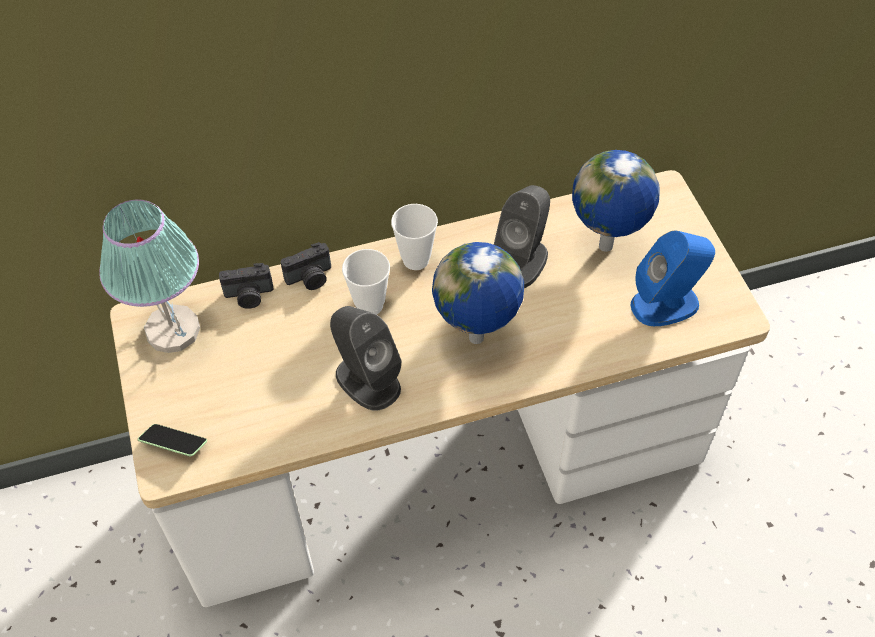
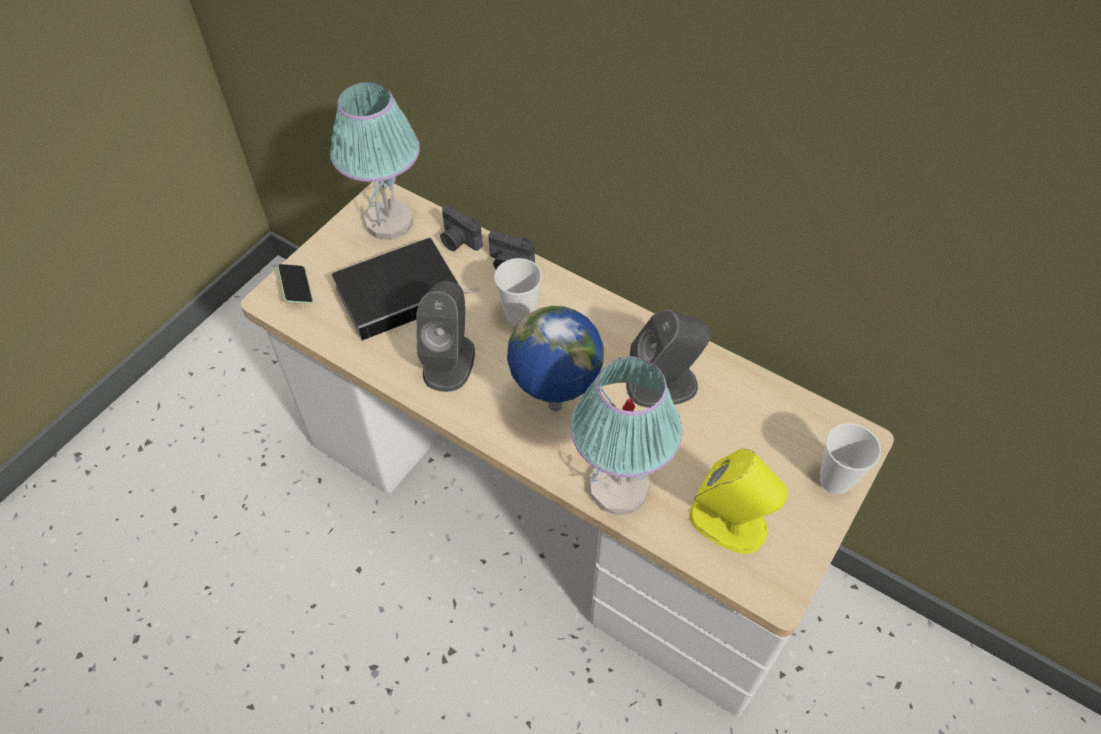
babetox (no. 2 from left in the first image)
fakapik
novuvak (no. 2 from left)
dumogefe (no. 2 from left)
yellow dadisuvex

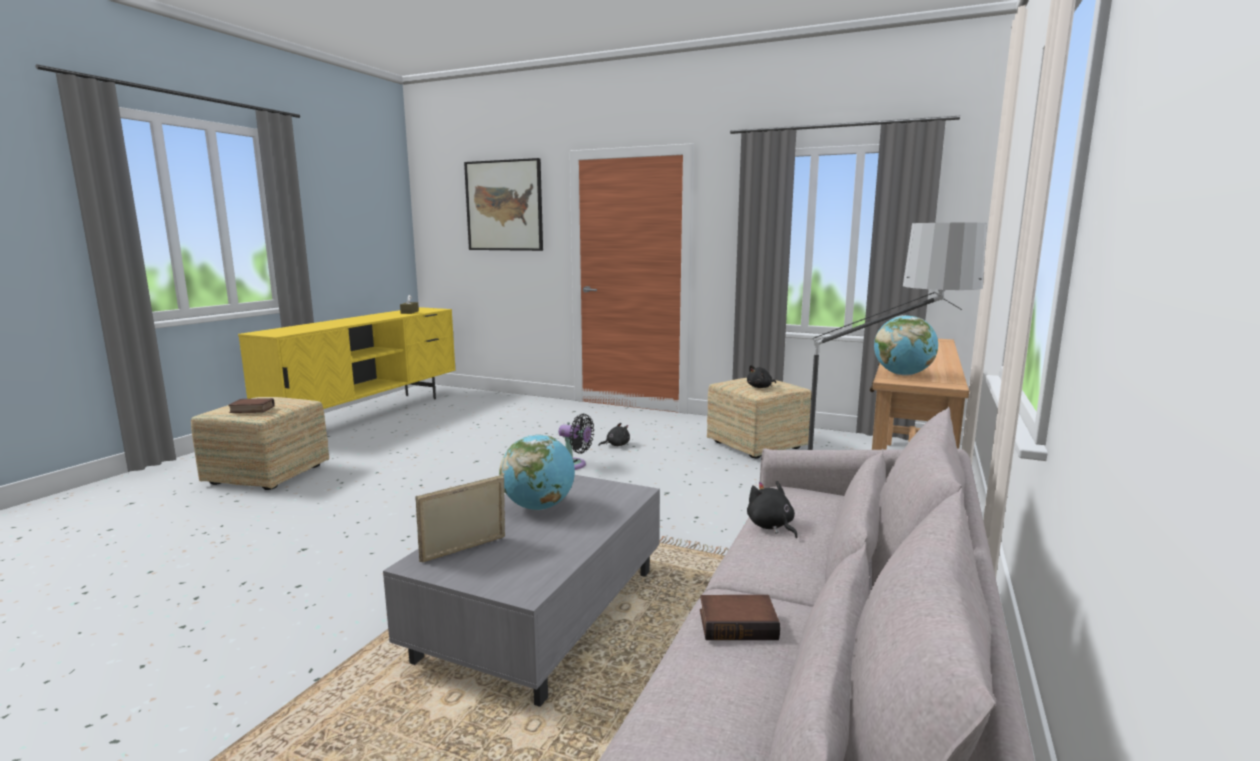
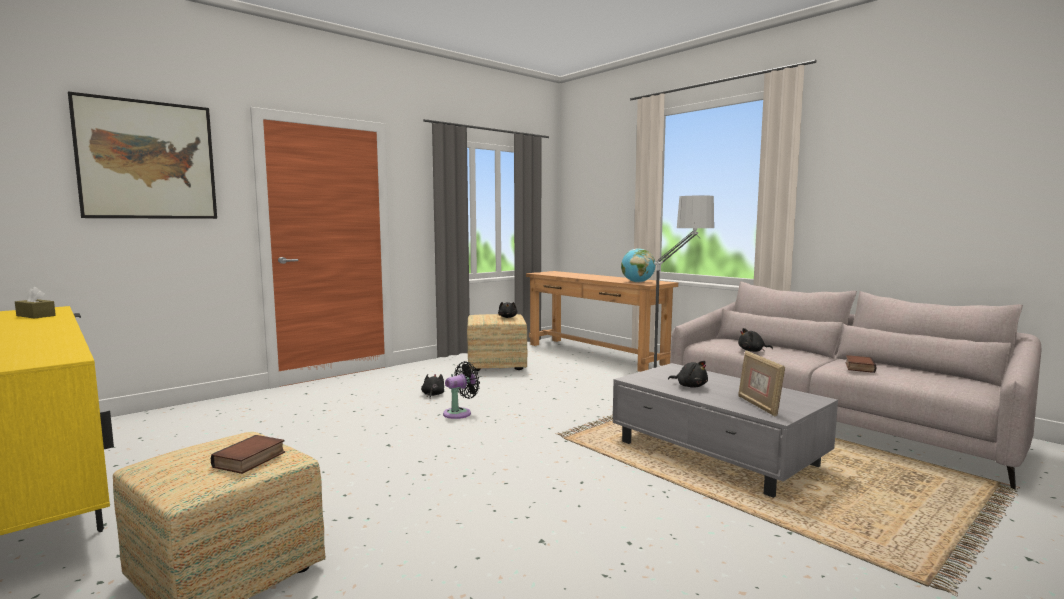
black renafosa (no. 3 from left)

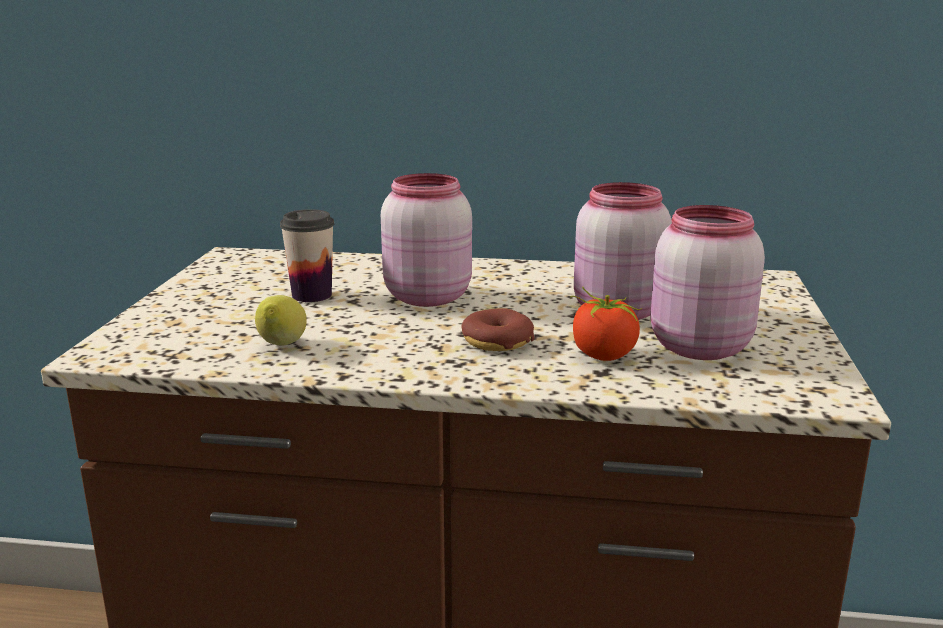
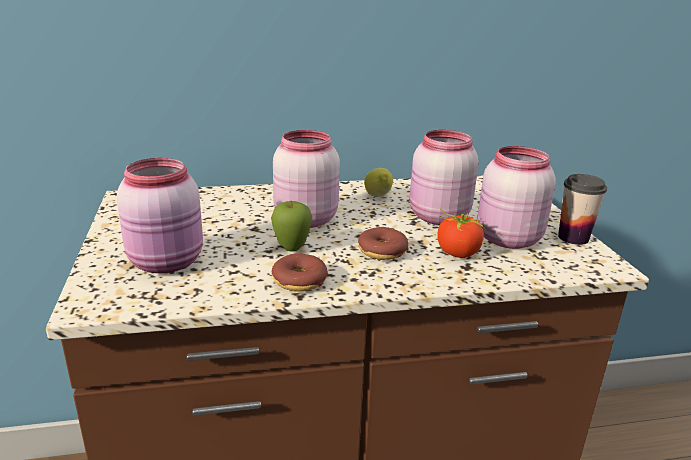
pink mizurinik (no. 1 from left)
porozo
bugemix (no. 1 from left)
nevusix
dumogefe

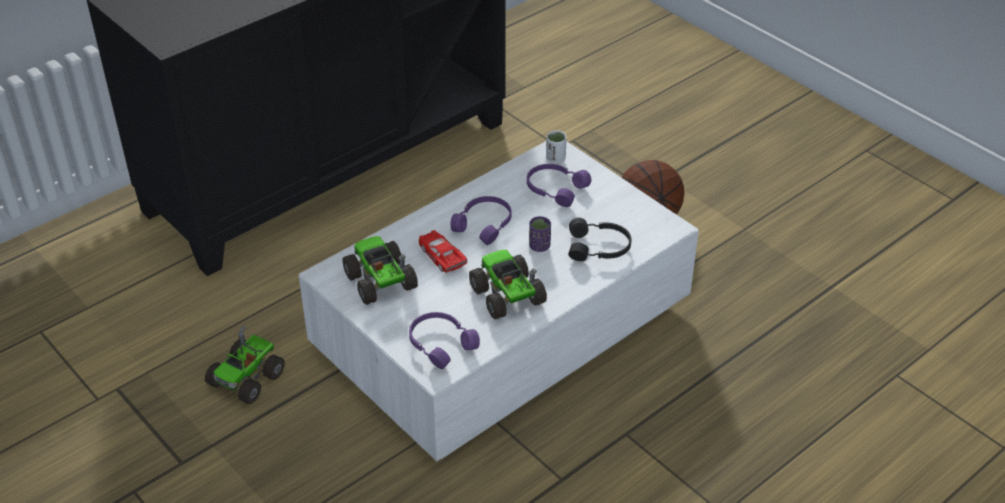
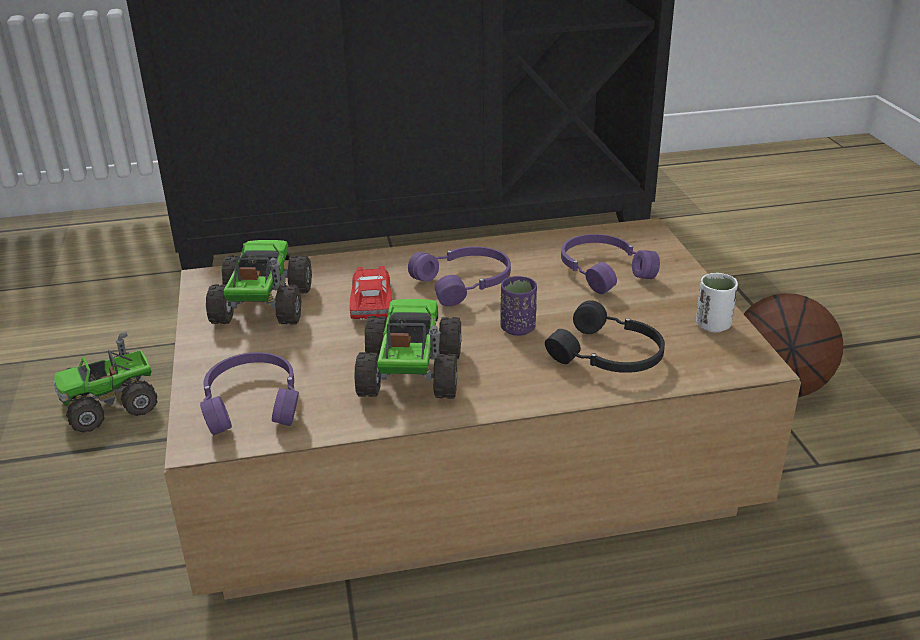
white dumogefe
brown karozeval

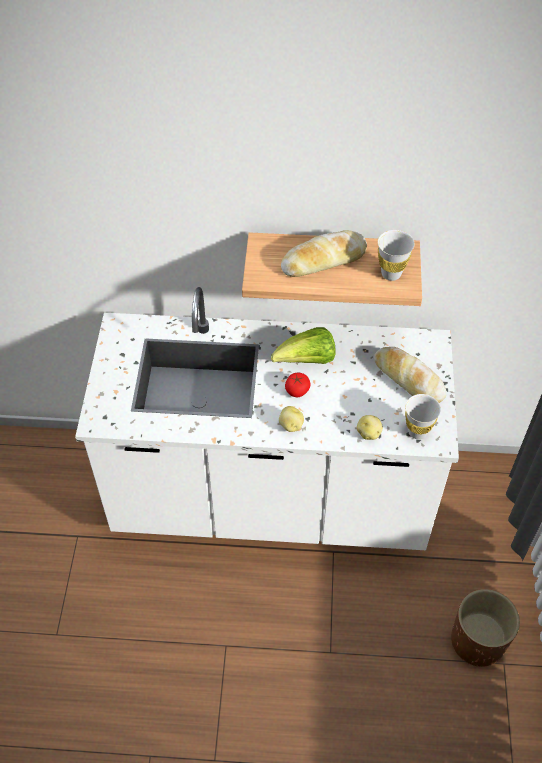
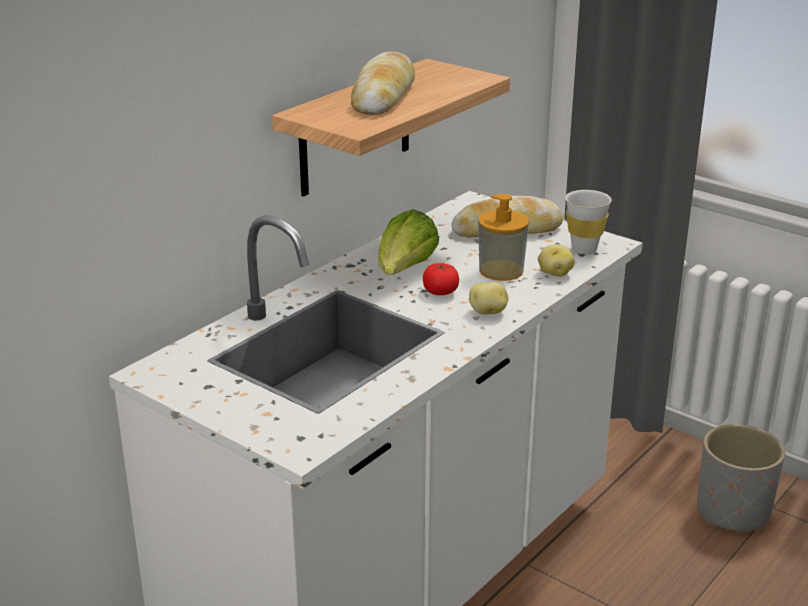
white dumogefe (no. 1 from left in the first image)
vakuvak
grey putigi

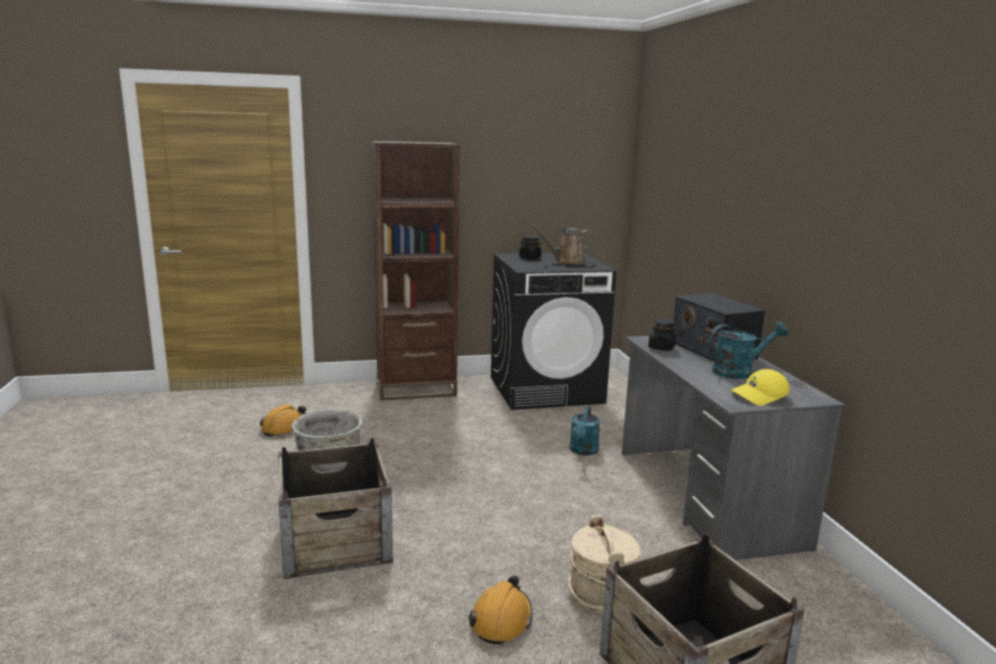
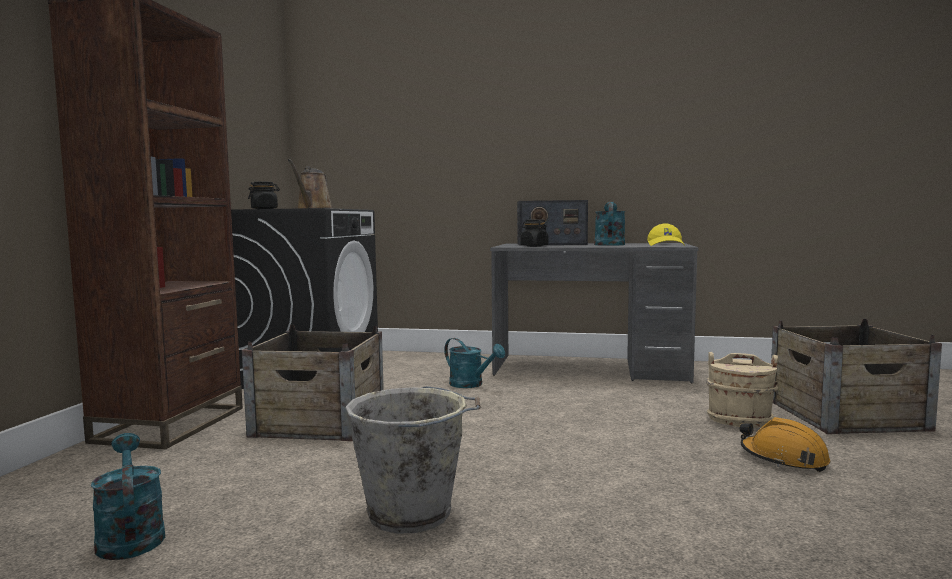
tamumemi (no. 1 from left)
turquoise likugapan (no. 1 from left)

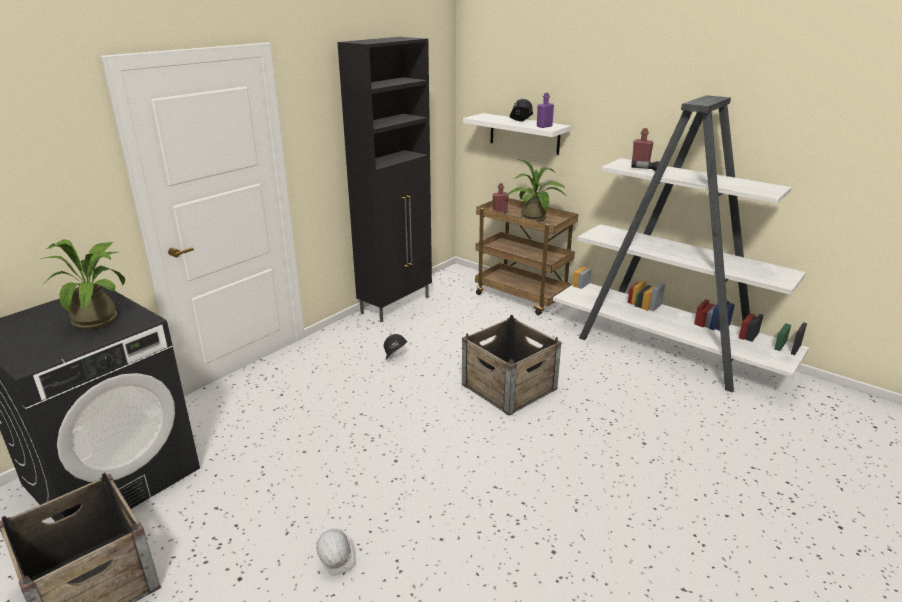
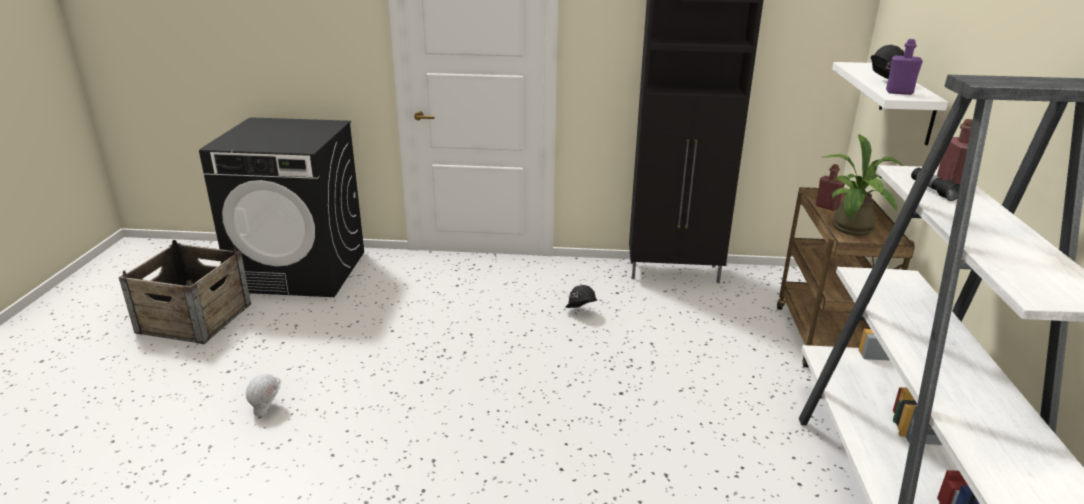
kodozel (no. 1 from left in the first image)
tamumemi (no. 2 from left in the first image)

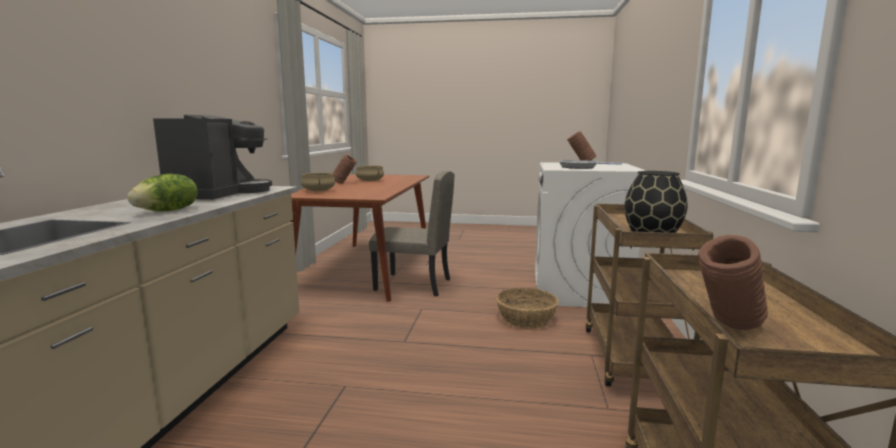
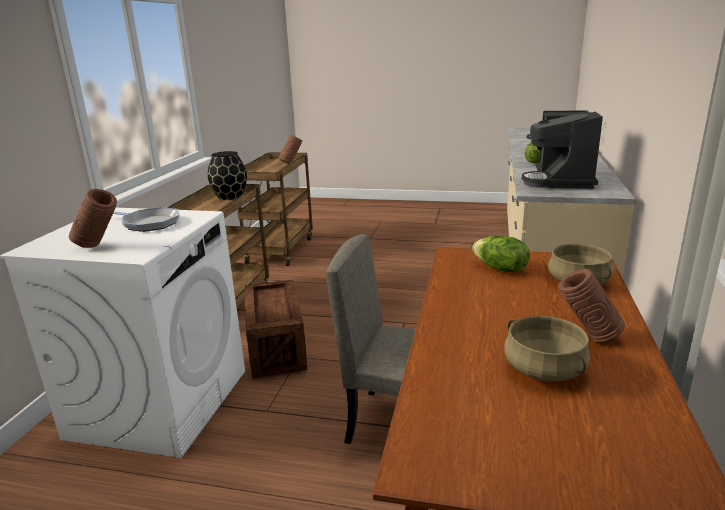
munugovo (no. 1 from left)
tamumemi

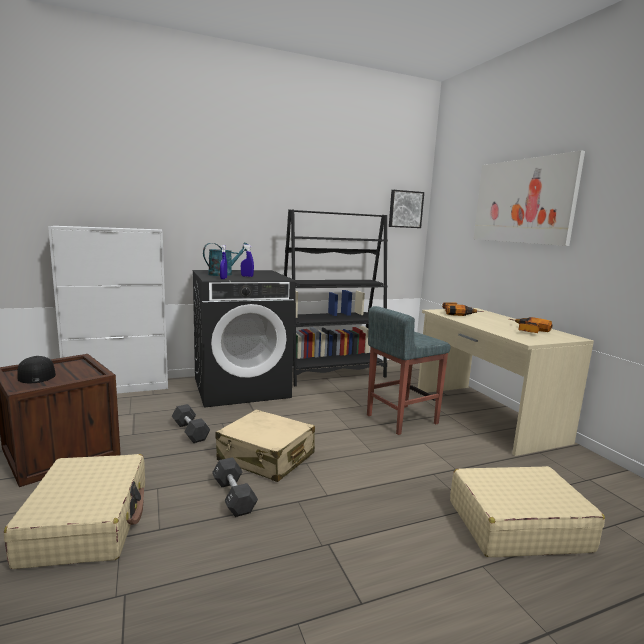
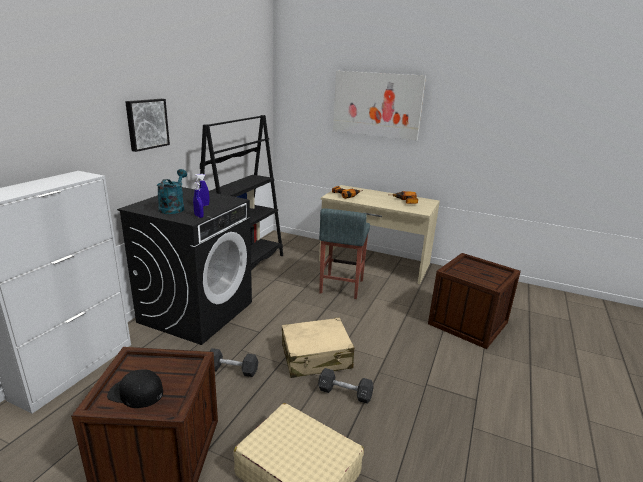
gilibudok (no. 1 from left)
tamumemi (no. 2 from left)

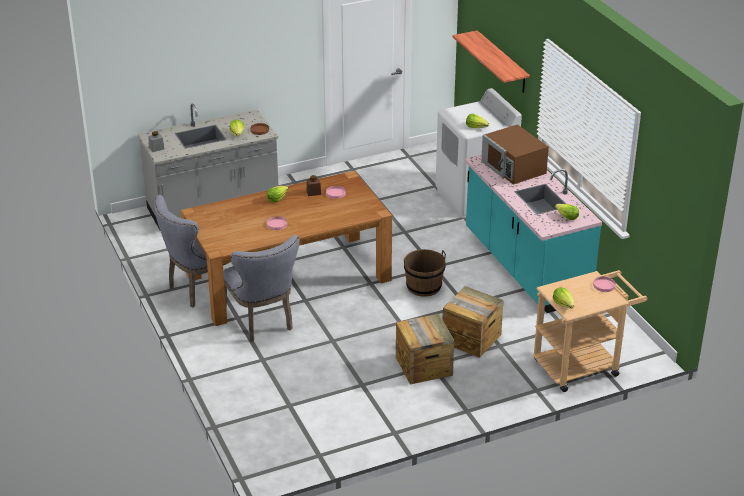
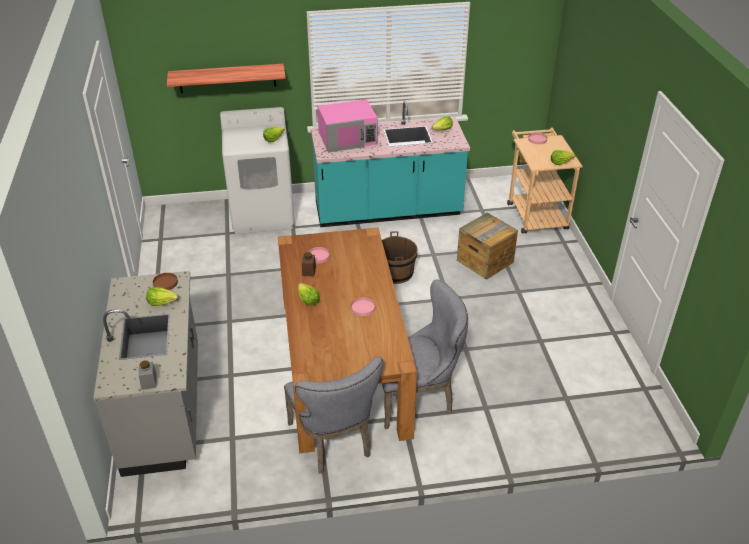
tamumemi (no. 1 from left in the first image)
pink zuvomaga

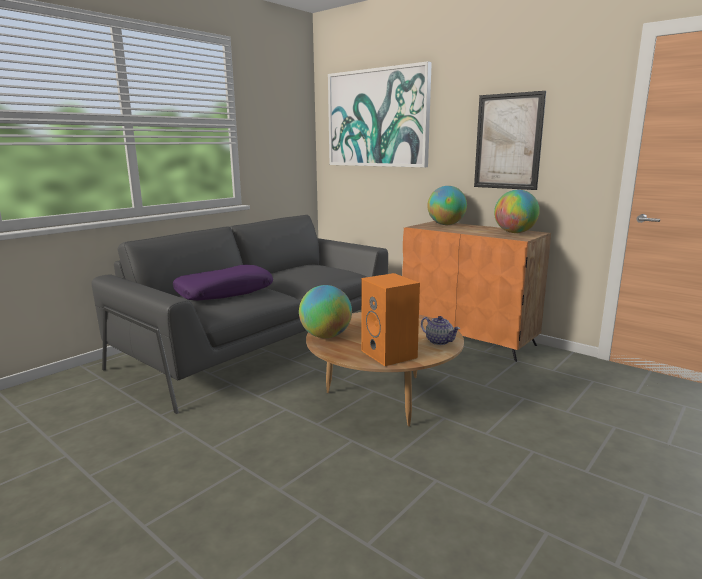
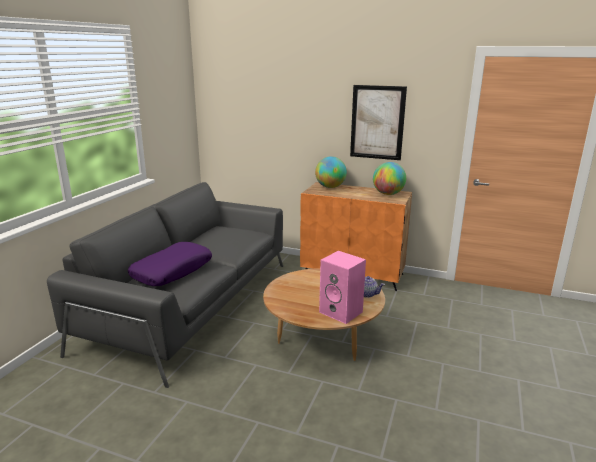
babetox (no. 1 from left in the first image)
gilibudok (no. 1 from left in the first image)
pink dadisuvex

